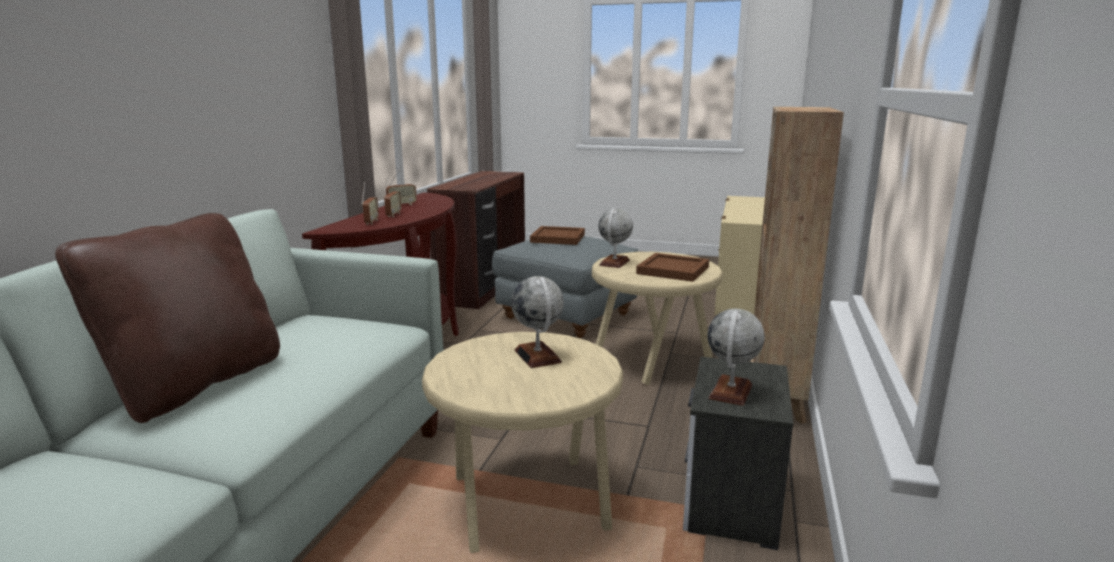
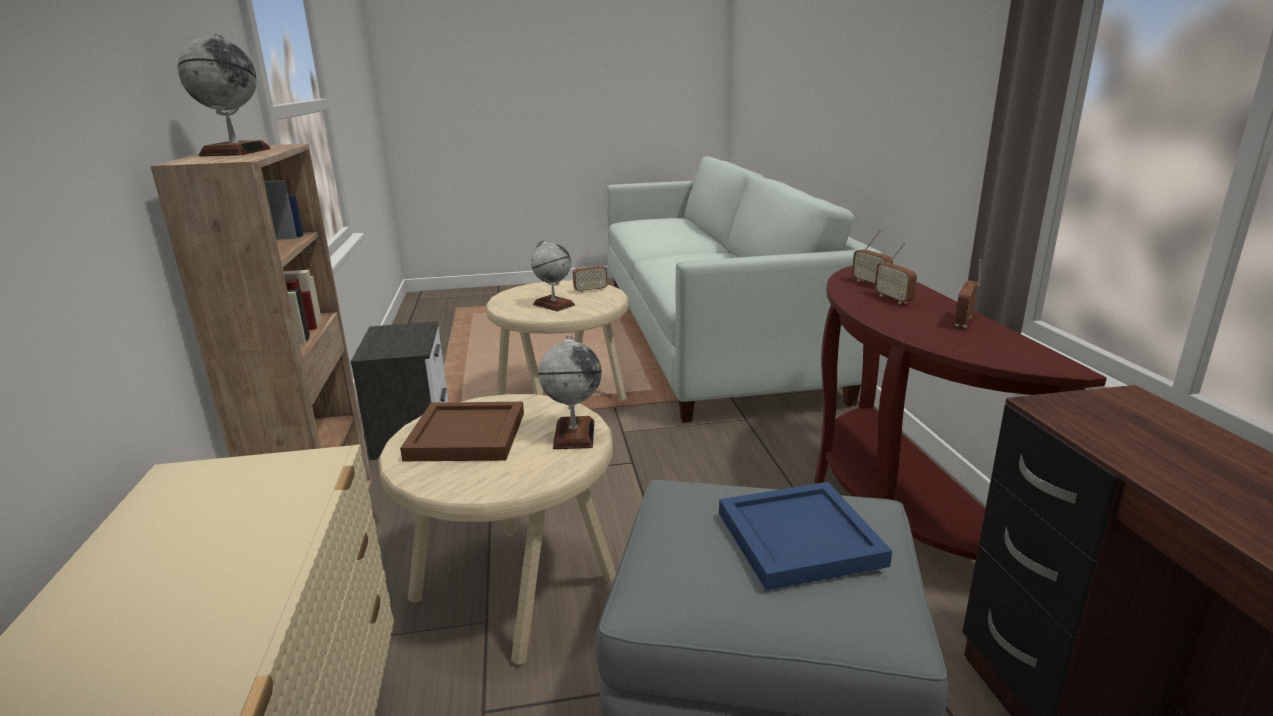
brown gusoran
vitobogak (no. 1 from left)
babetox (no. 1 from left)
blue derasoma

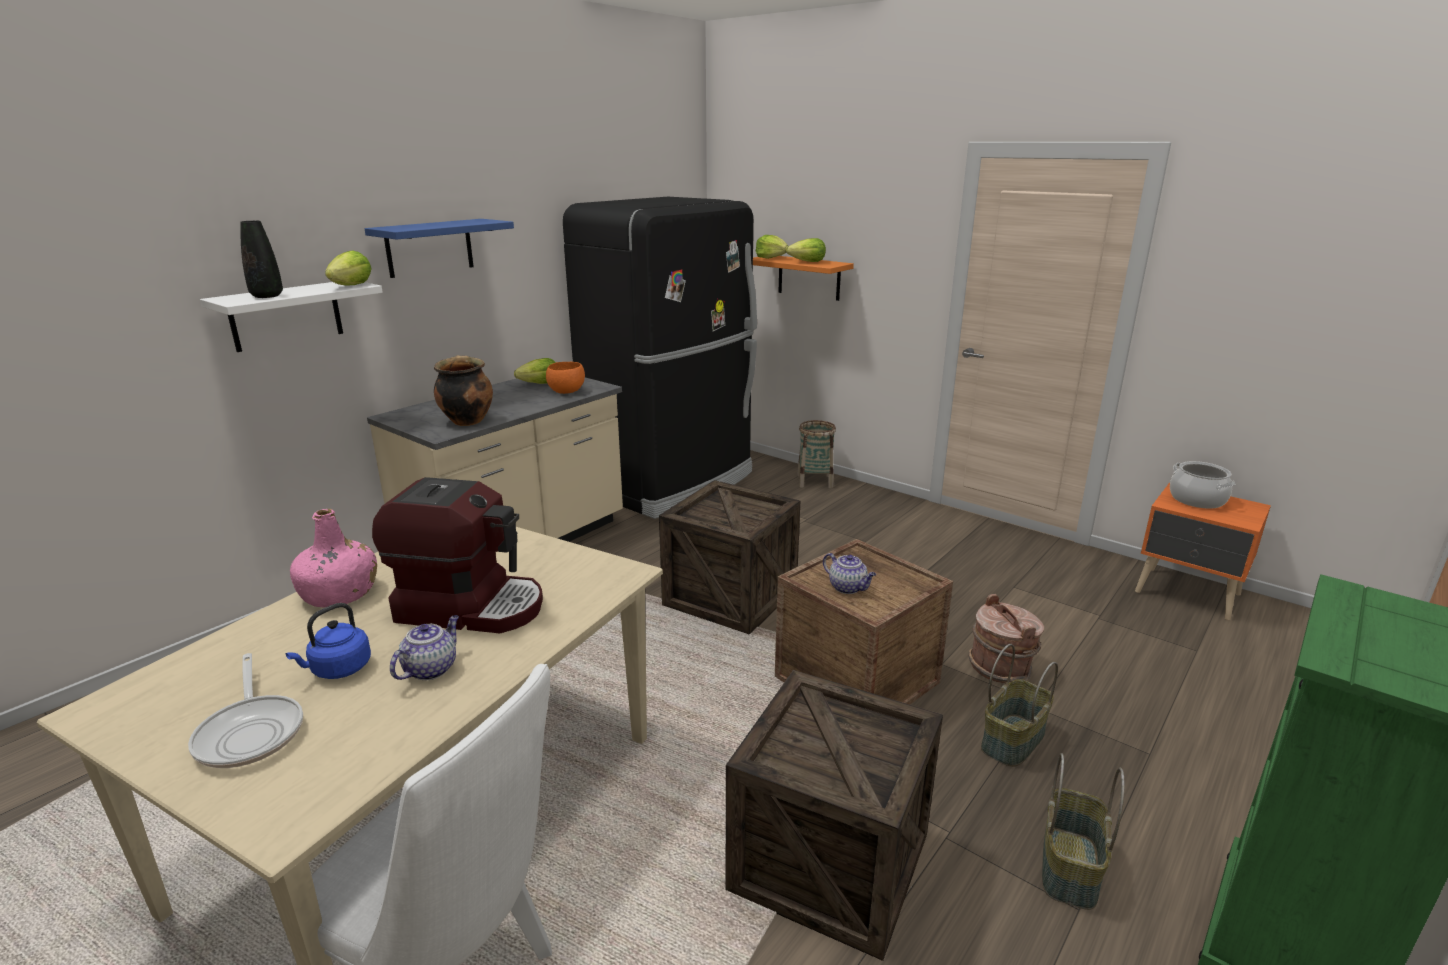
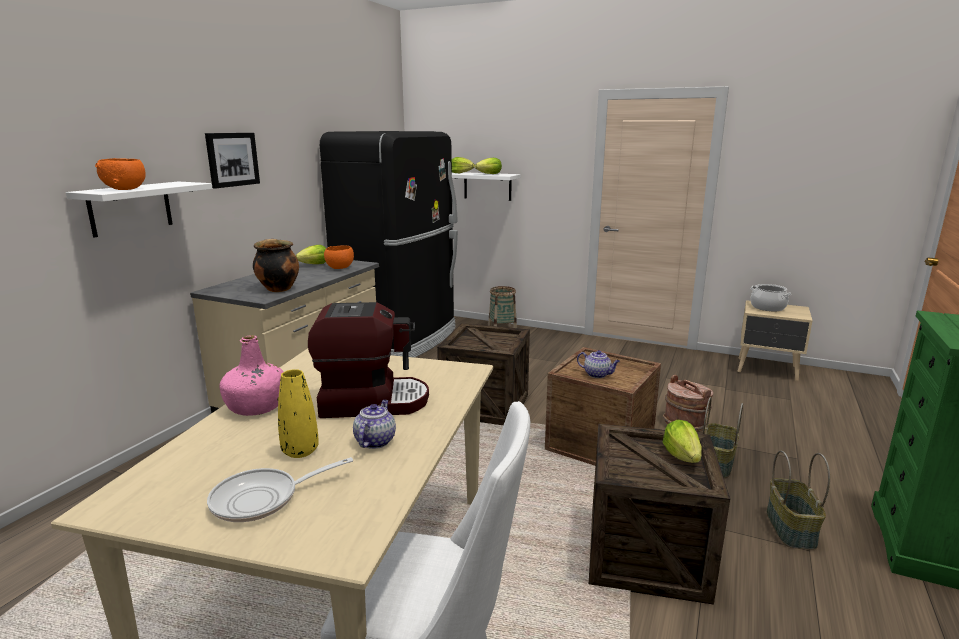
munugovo (no. 4 from left)
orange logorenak (no. 1 from left)
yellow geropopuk
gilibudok
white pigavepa (no. 2 from left)
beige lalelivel
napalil

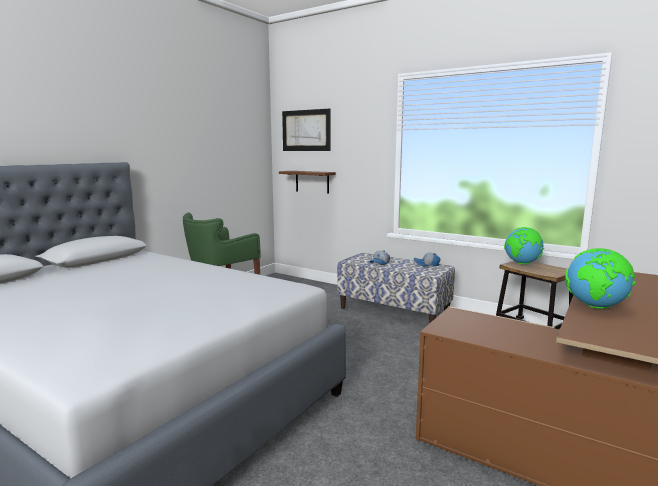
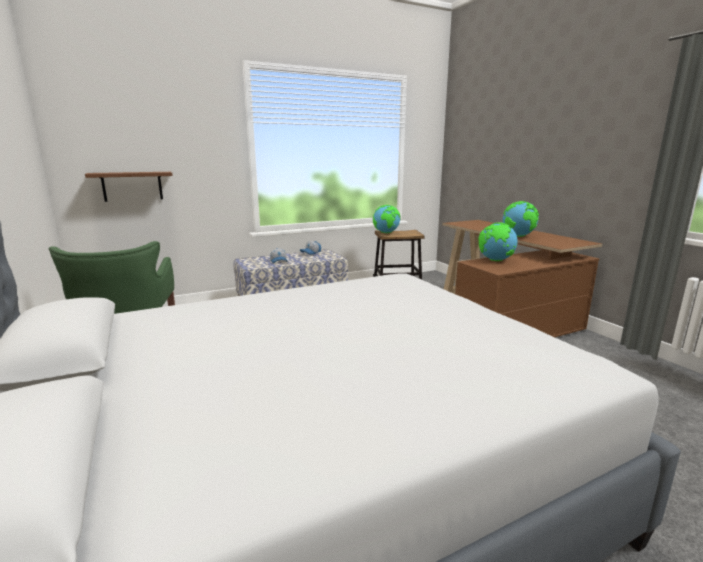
gilibudok
babetox (no. 2 from left)

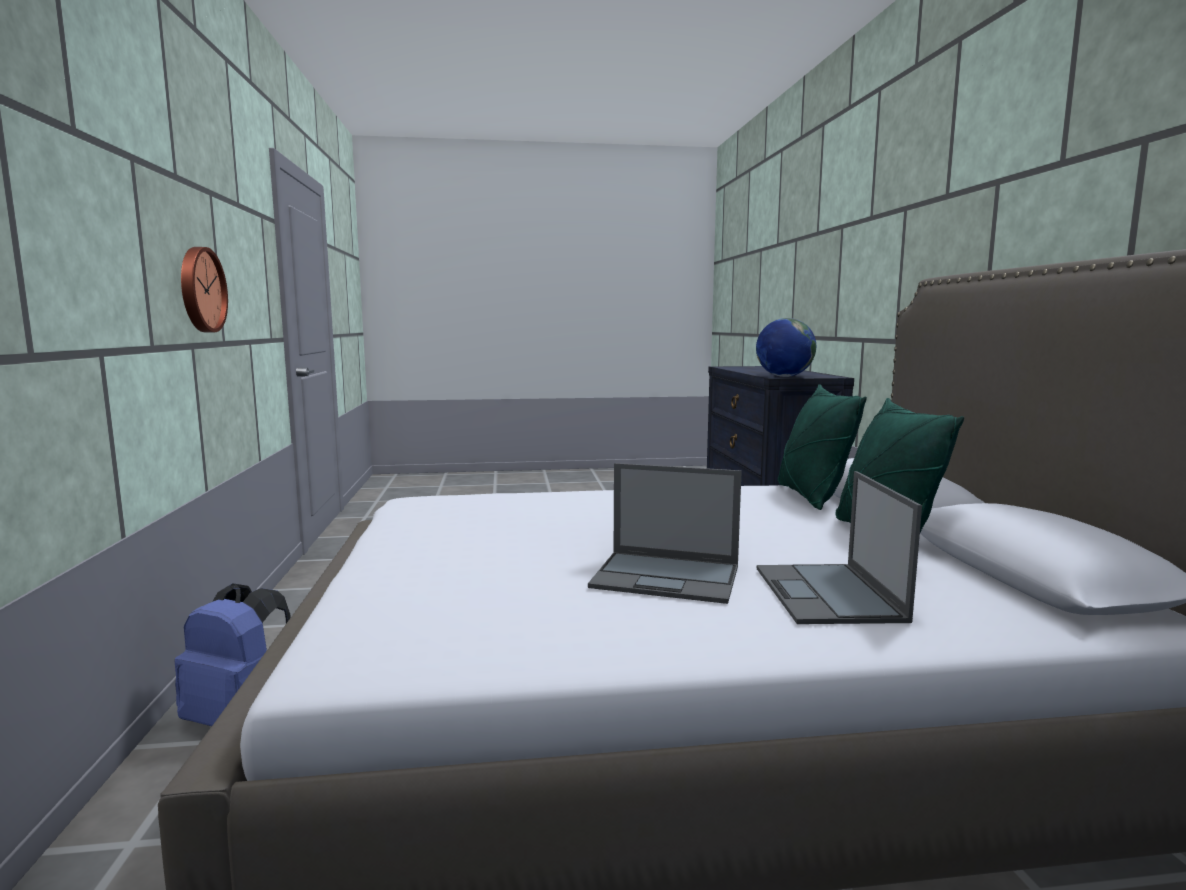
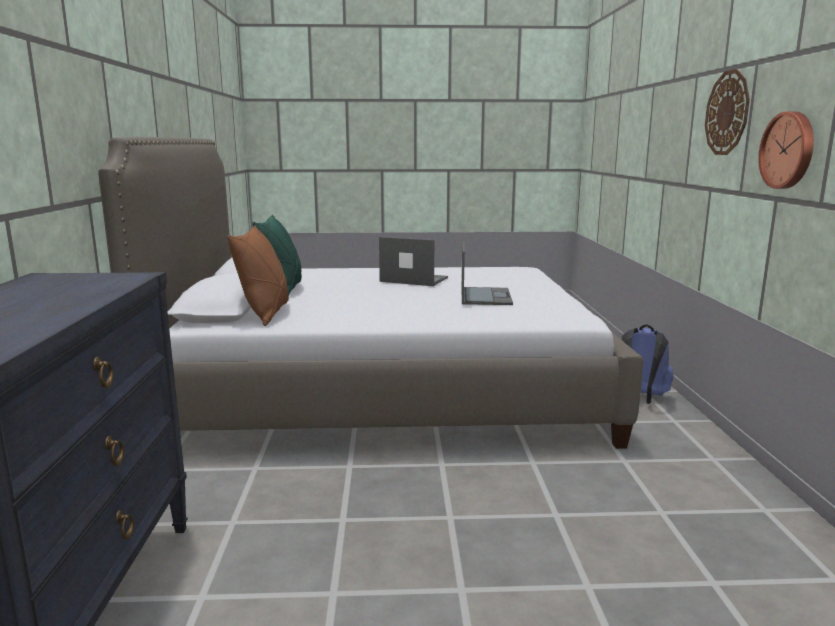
babetox
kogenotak (no. 1 from left)
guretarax (no. 2 from left)
brown gusoran

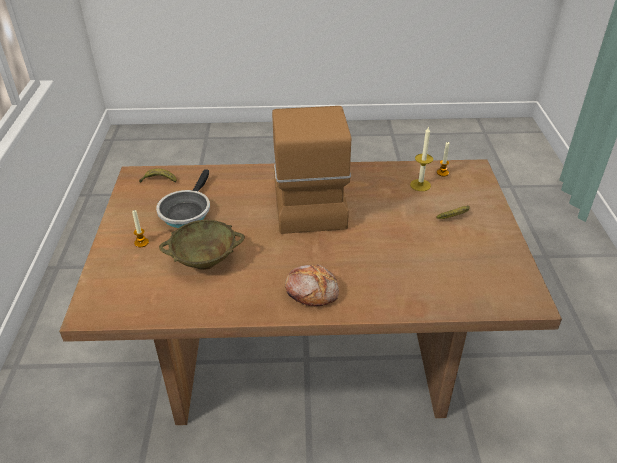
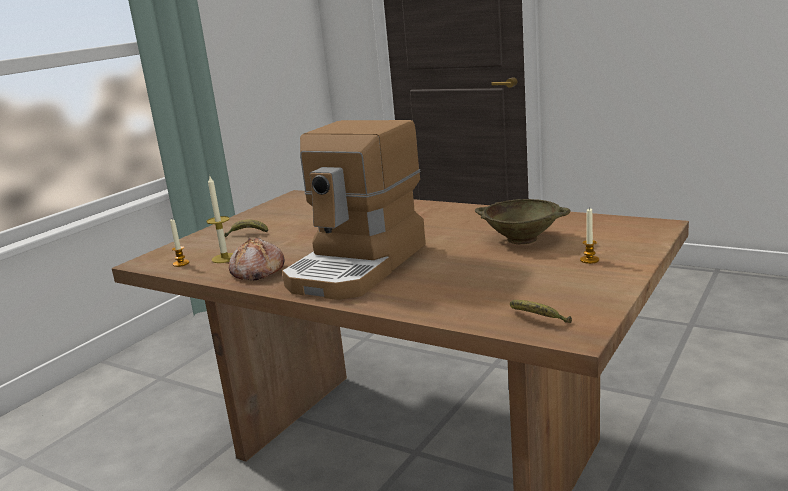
napalil
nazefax

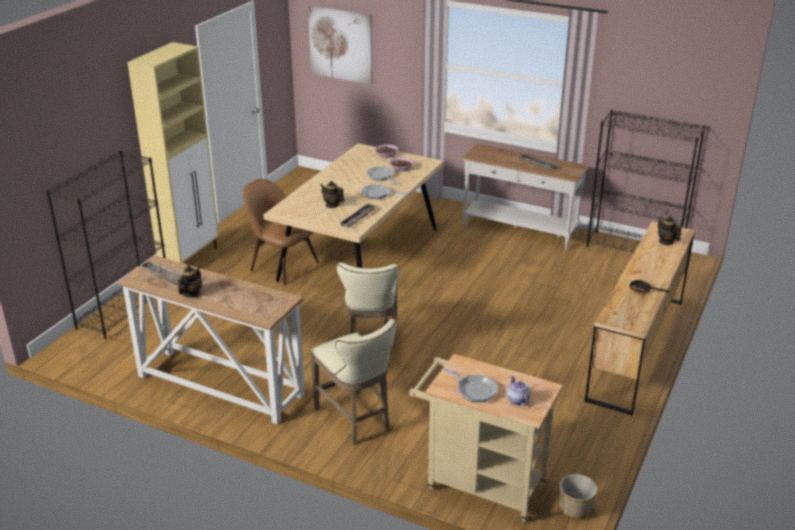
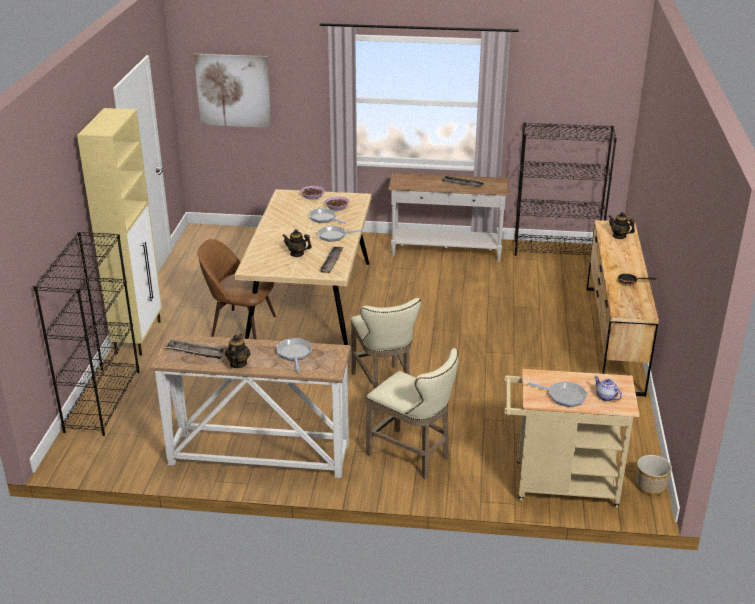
napalil (no. 1 from left)

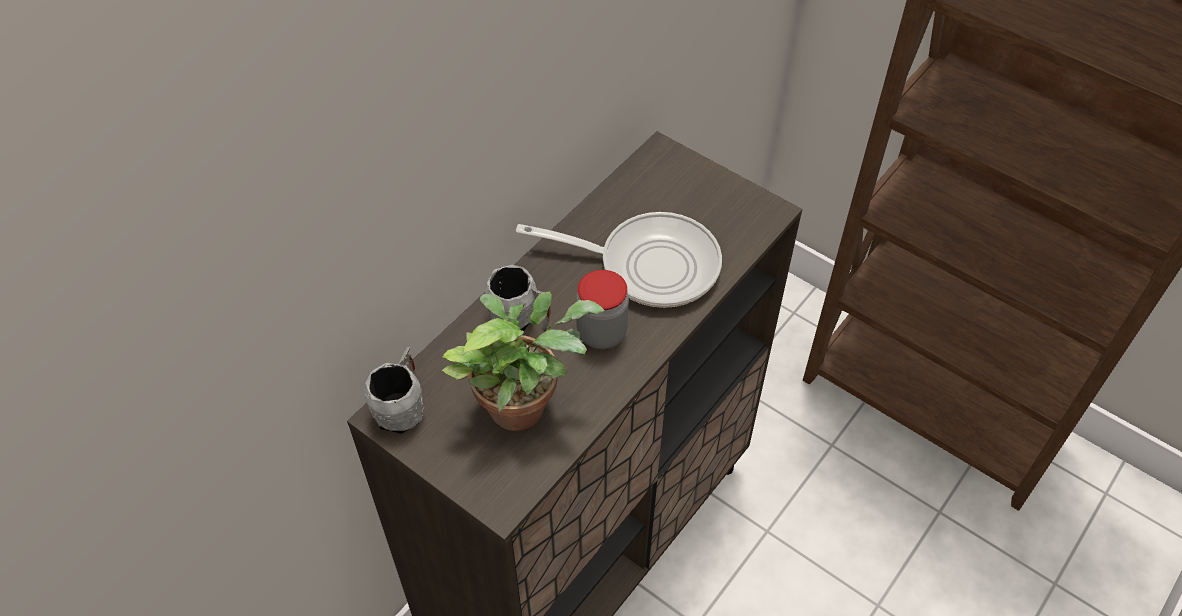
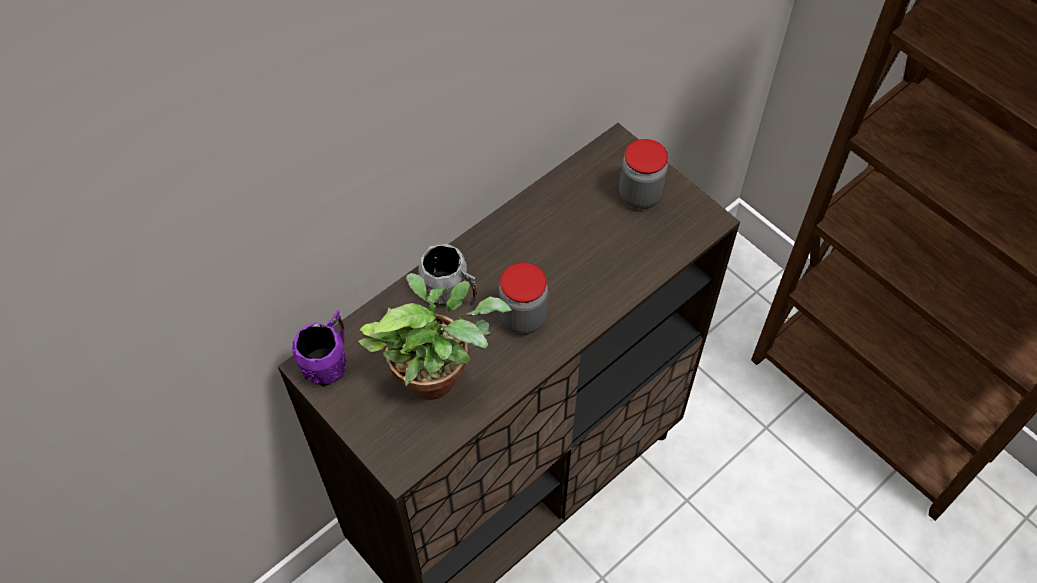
napalil
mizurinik (no. 2 from left)
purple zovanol

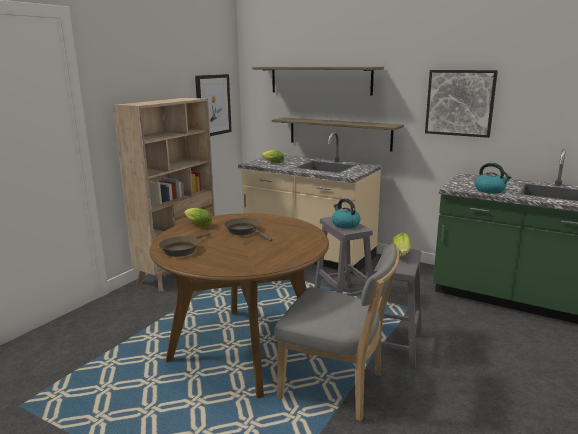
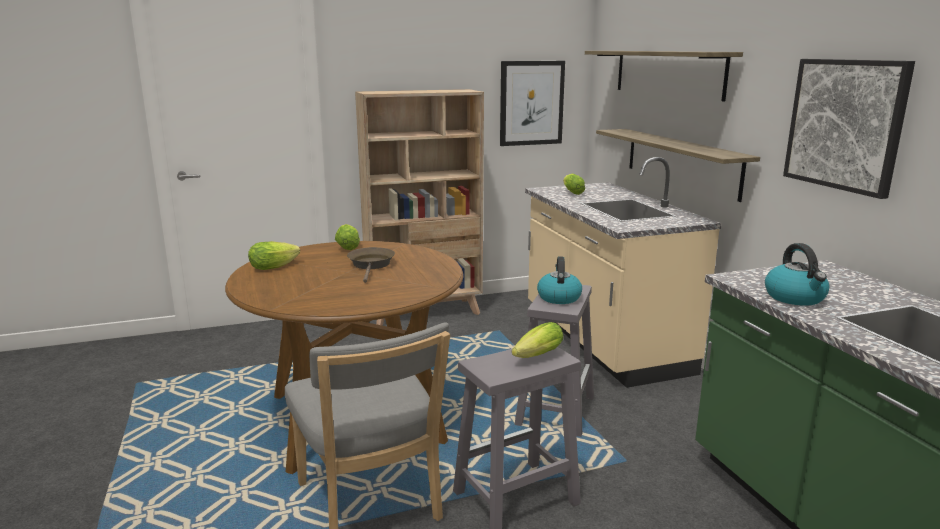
munugovo (no. 1 from left)

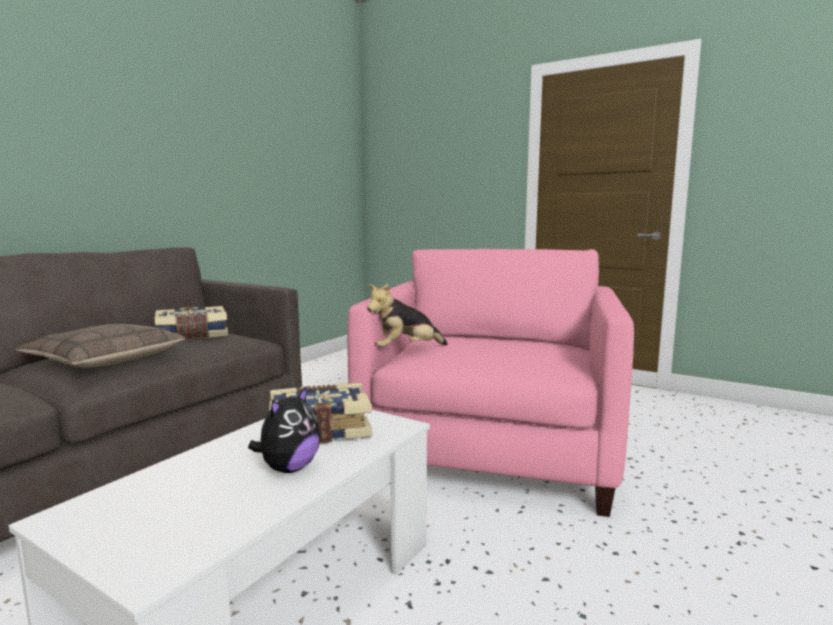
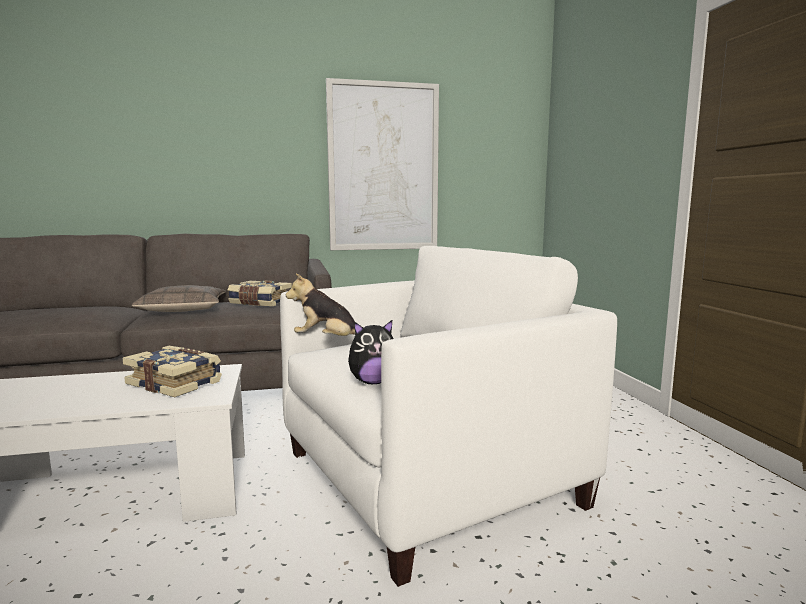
gilibudok
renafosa (no. 2 from left)
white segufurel

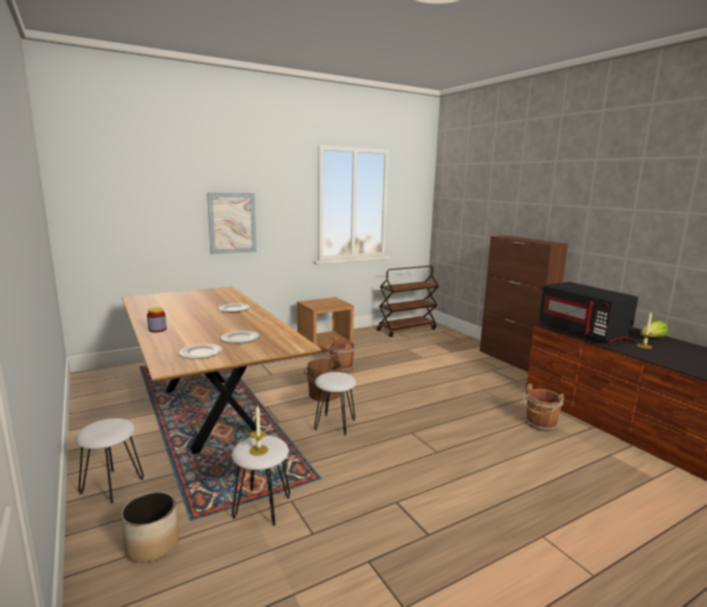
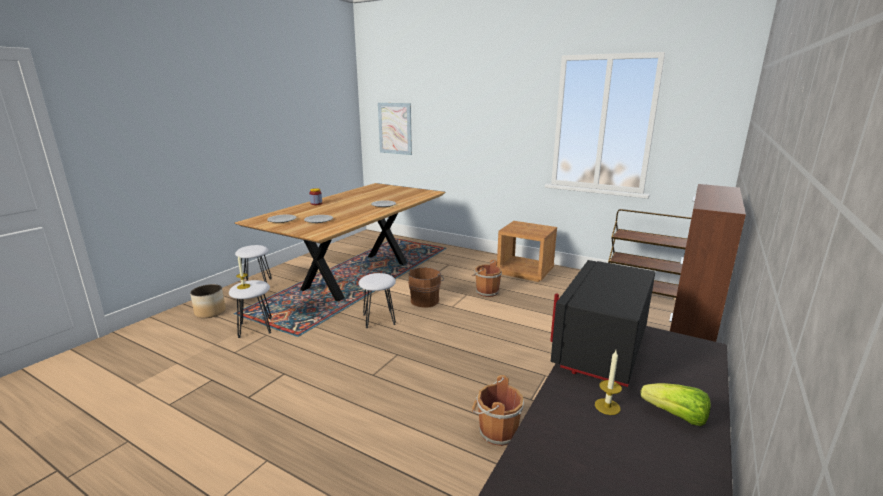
gilibudok

